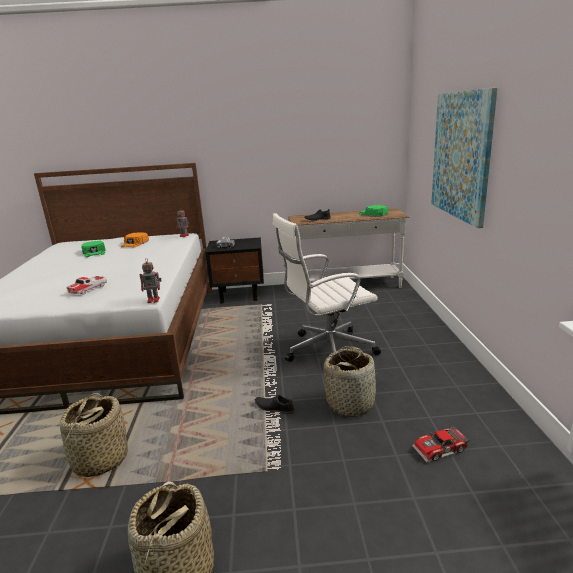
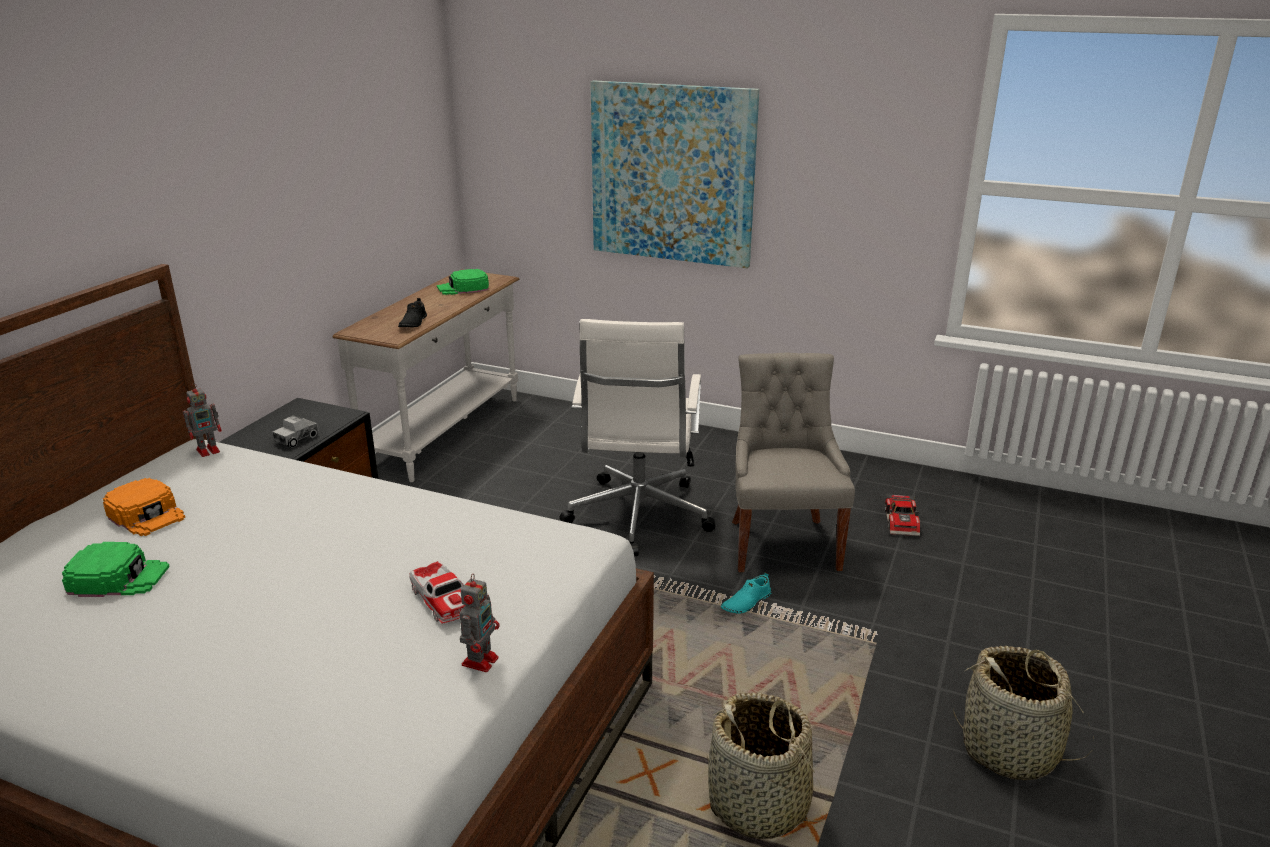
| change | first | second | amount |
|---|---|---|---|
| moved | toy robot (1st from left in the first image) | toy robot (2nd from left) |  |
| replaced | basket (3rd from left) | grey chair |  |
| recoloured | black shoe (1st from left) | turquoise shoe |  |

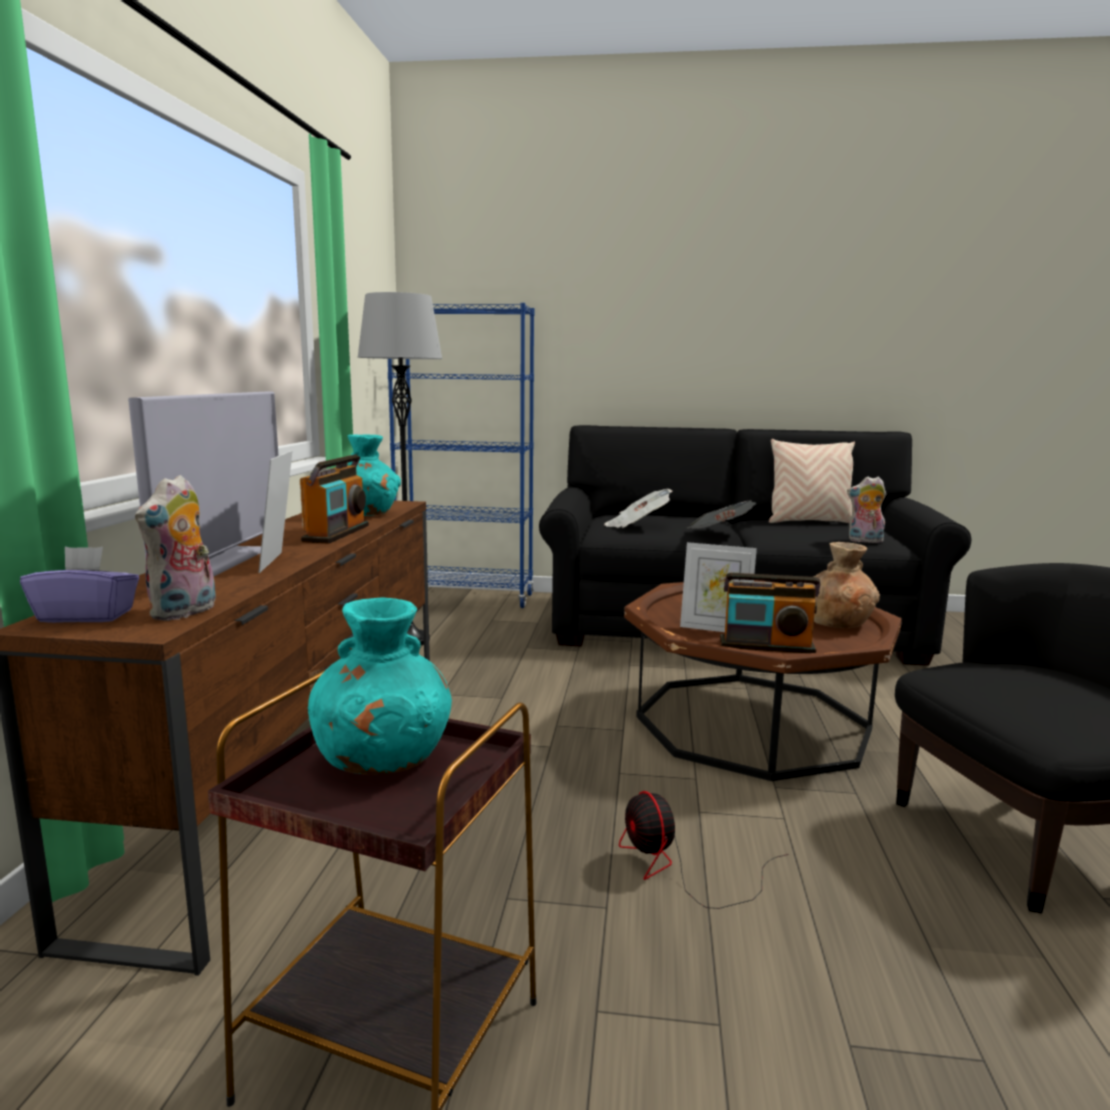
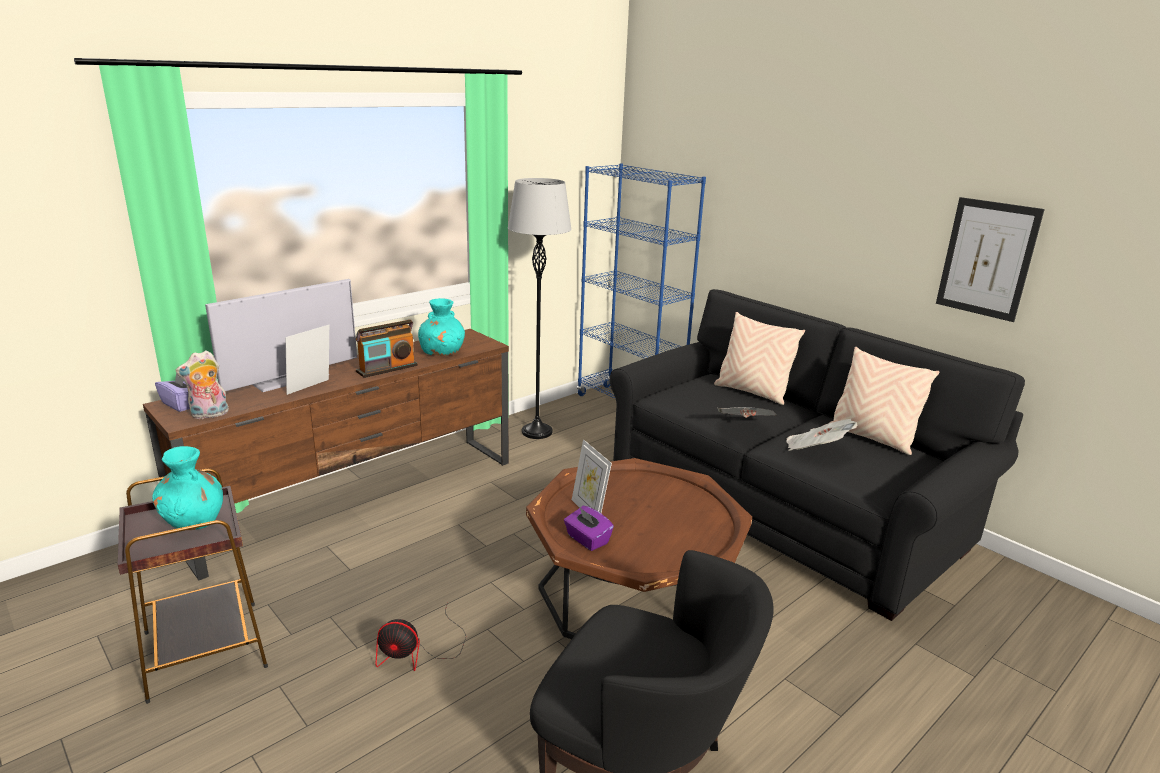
| change | first | second | amount |
|---|---|---|---|
| removed | brown vase |  |  |
| removed | plush toy (2nd from left) |  |  |
| added |  | beige pillow (1st from left) |  |
| added |  | picture |  |
| moved | newspaper (1st from left in the first image) | newspaper (2nd from left) |  |
| replaced | radio (2nd from left) | purple tissue box (2nd from left) |  |
| turned | fan |  | 105 degrees counterclockwise |

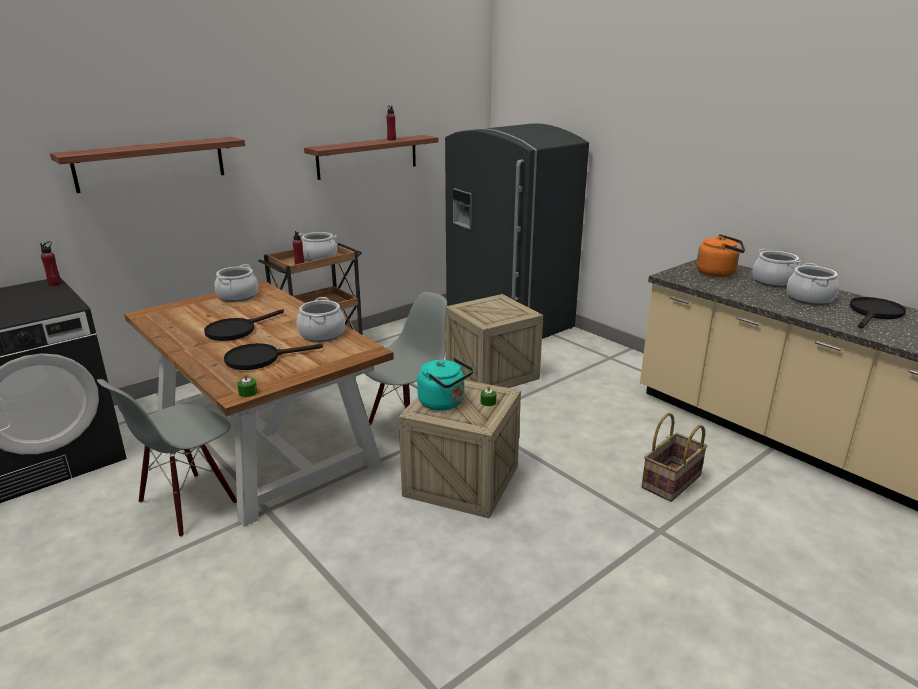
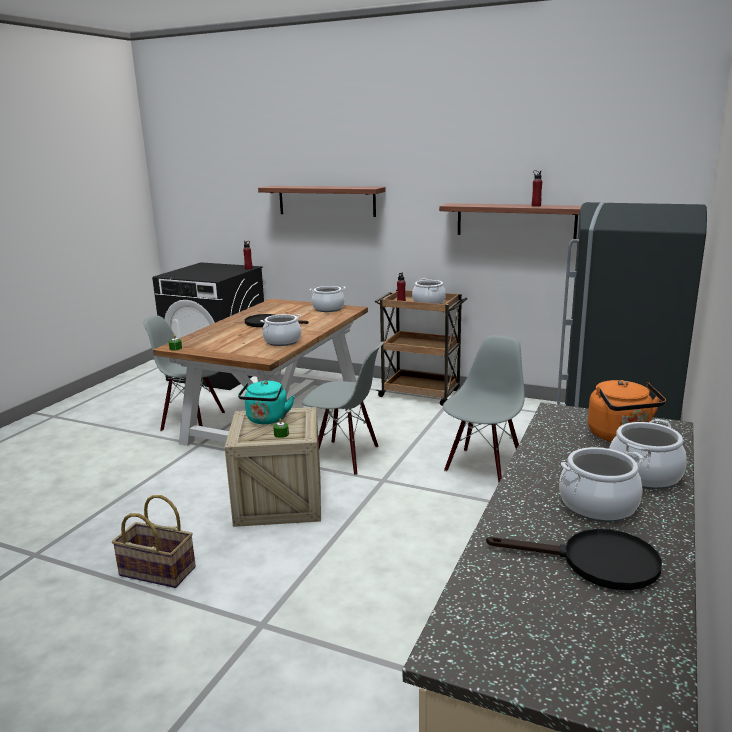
| change | first | second | amount |
|---|---|---|---|
| removed | black frying pan (2nd from left) |  |  |
| moved | basket |  |  |
| replaced | crate (2nd from left) | grey chair (3rd from left) |  |

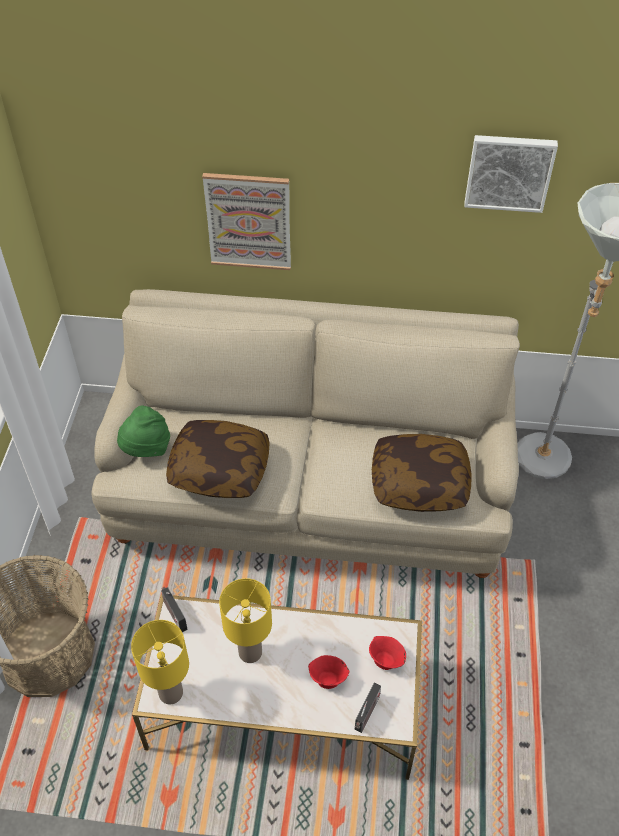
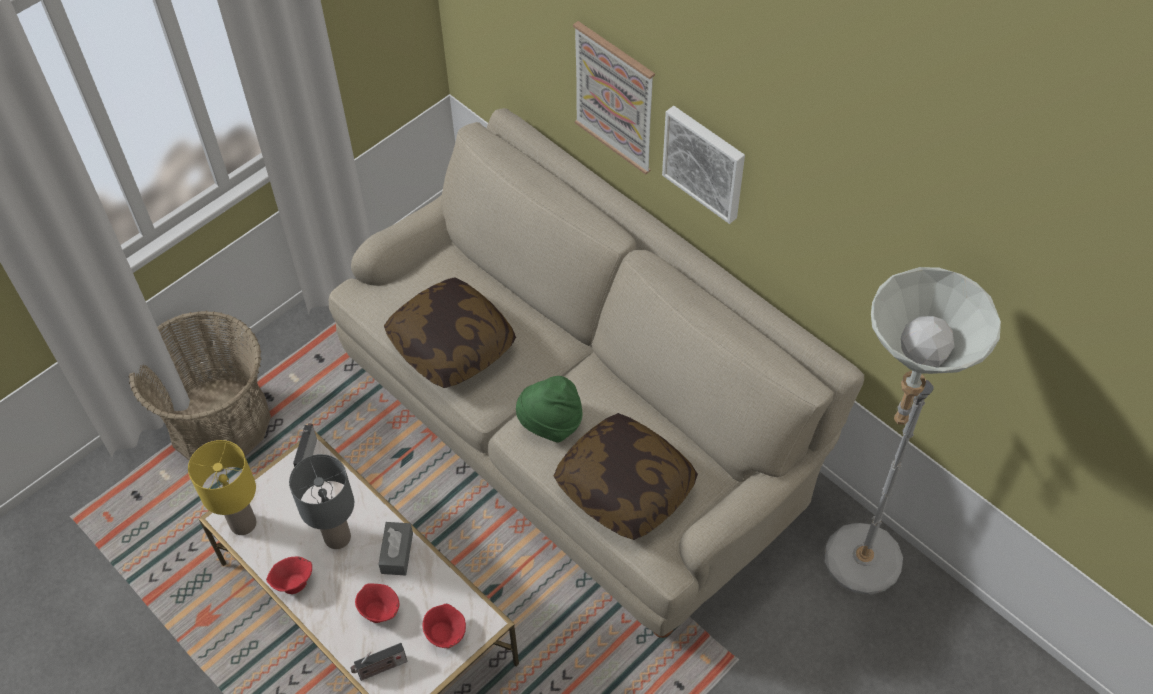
| change | first | second | amount |
|---|---|---|---|
| added |  | red bowl (1st from left) |  |
| added |  | grey tissue box |  |
| moved | green hat |  |  |
| moved | picture (2nd from left) |  |  |
| recoloured | yellow table lamp (2nd from left) | grey table lamp |  |

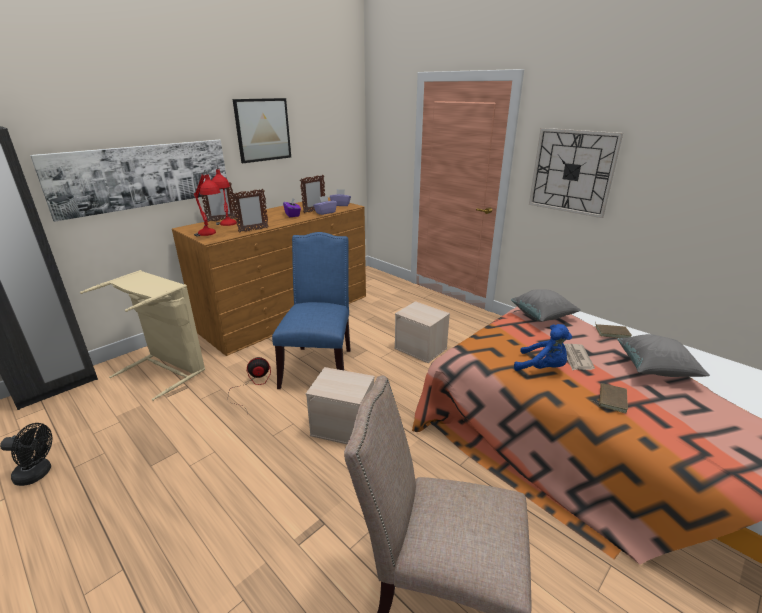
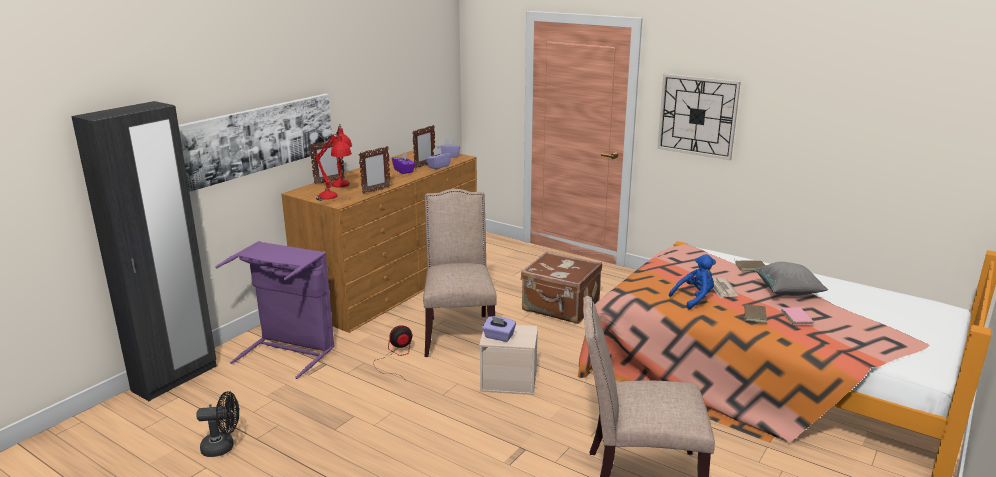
| change | first | second | amount |
|---|---|---|---|
| removed | picture (2nd from left) |  |  |
| removed | grey pillow (1st from left) |  |  |
| added |  | purple tissue box (4th from left) |  |
| added |  | pink book |  |
| replaced | beige storage box (2nd from left) | brown suitcase |  |
| recoloured | beige laundry basket | purple laundry basket |  |
| recoloured | blue chair | beige chair (1st from left) |  |
| turned | blue plush toy |  | 45 degrees counterclockwise |

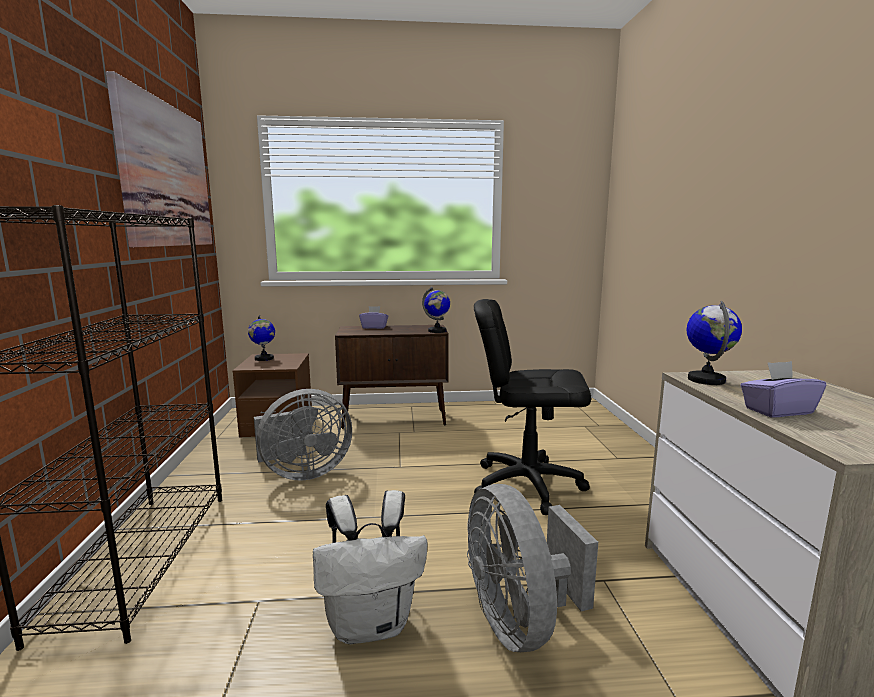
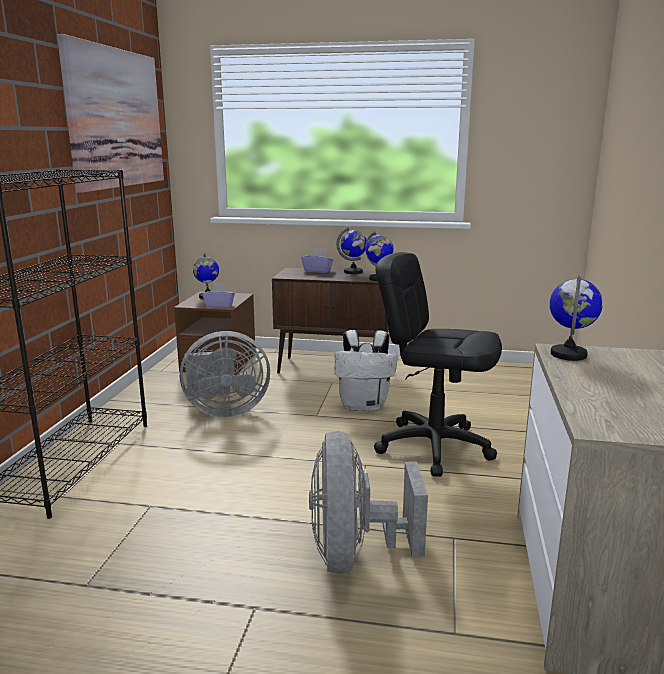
| change | first | second | amount |
|---|---|---|---|
| added |  | globe (2nd from left) |  |
| moved | white backpack |  |  |
| moved | purple tissue box (2nd from left in the first image) | purple tissue box (1st from left) |  |

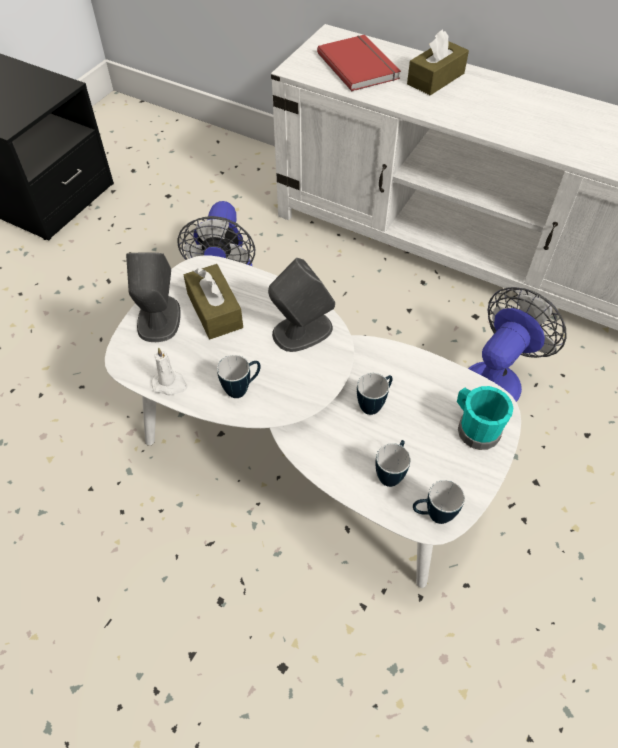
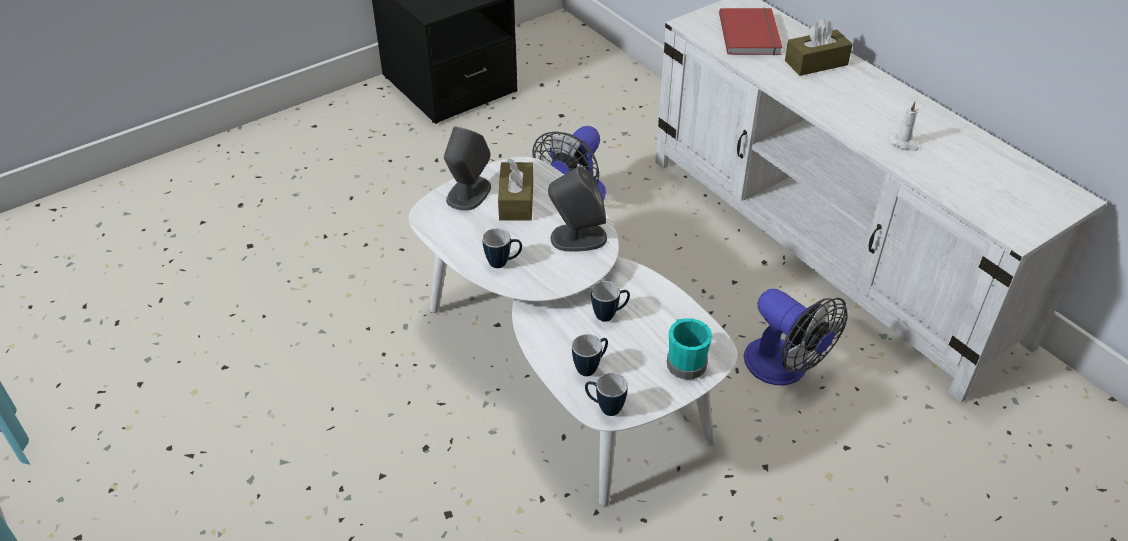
| change | first | second | amount |
|---|---|---|---|
| moved | white candle |  |  |
| turned | fan (2nd from left) |  | 75 degrees clockwise |

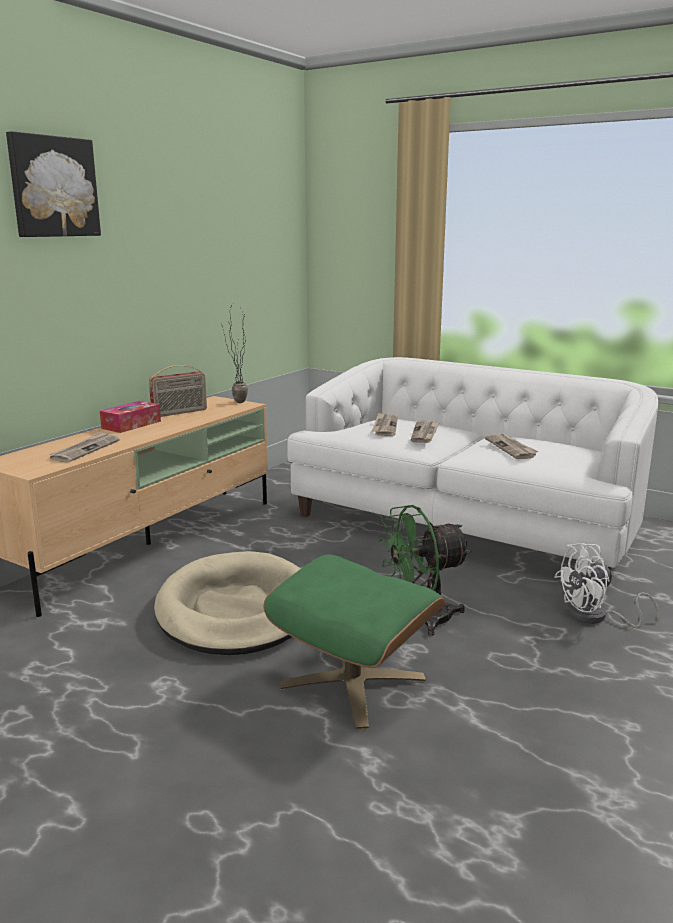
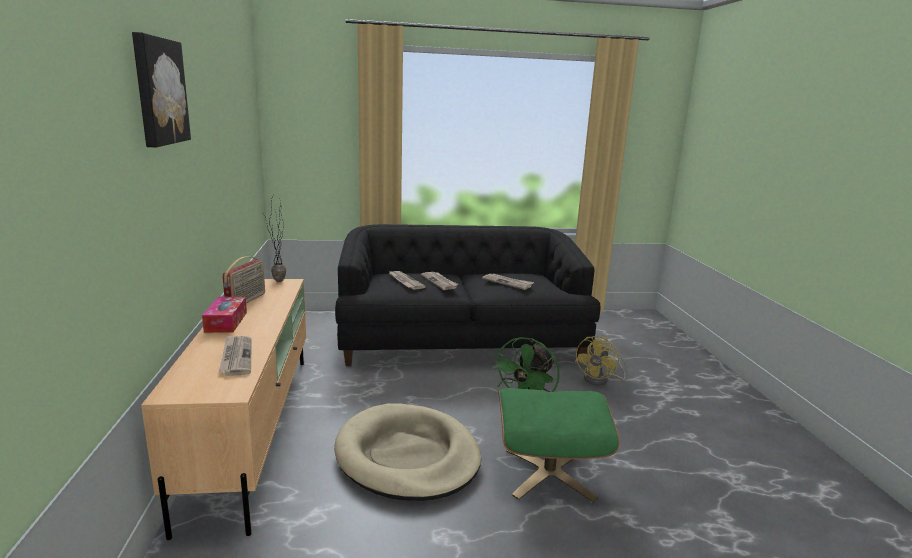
| change | first | second | amount |
|---|---|---|---|
| recoloured | white sofa | black sofa |  |
| recoloured | white fan | yellow fan |  |

